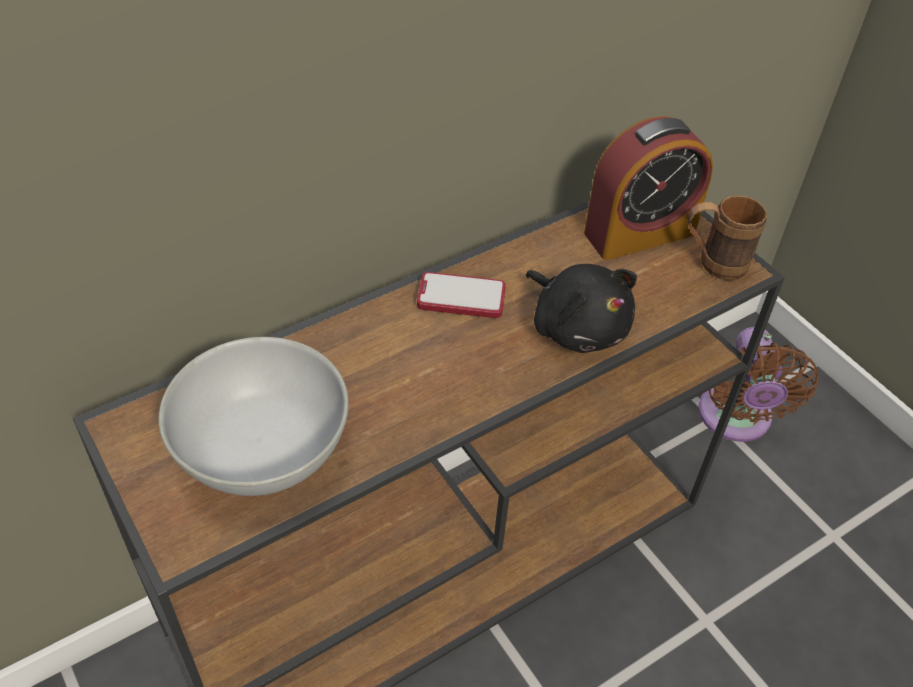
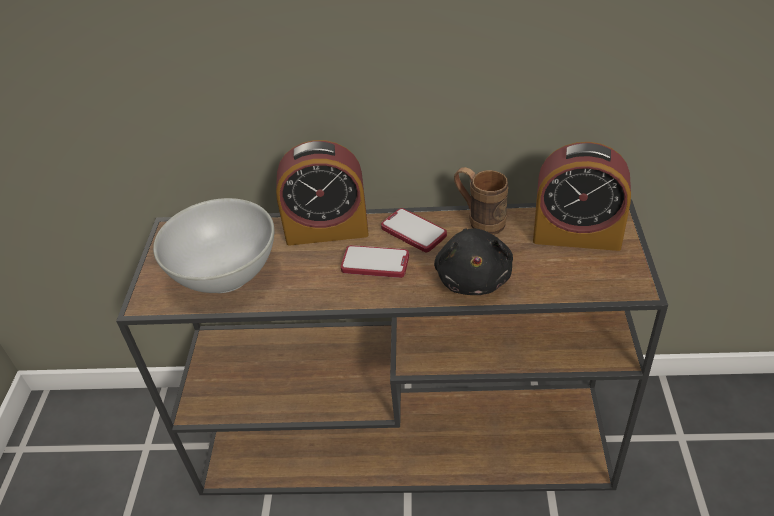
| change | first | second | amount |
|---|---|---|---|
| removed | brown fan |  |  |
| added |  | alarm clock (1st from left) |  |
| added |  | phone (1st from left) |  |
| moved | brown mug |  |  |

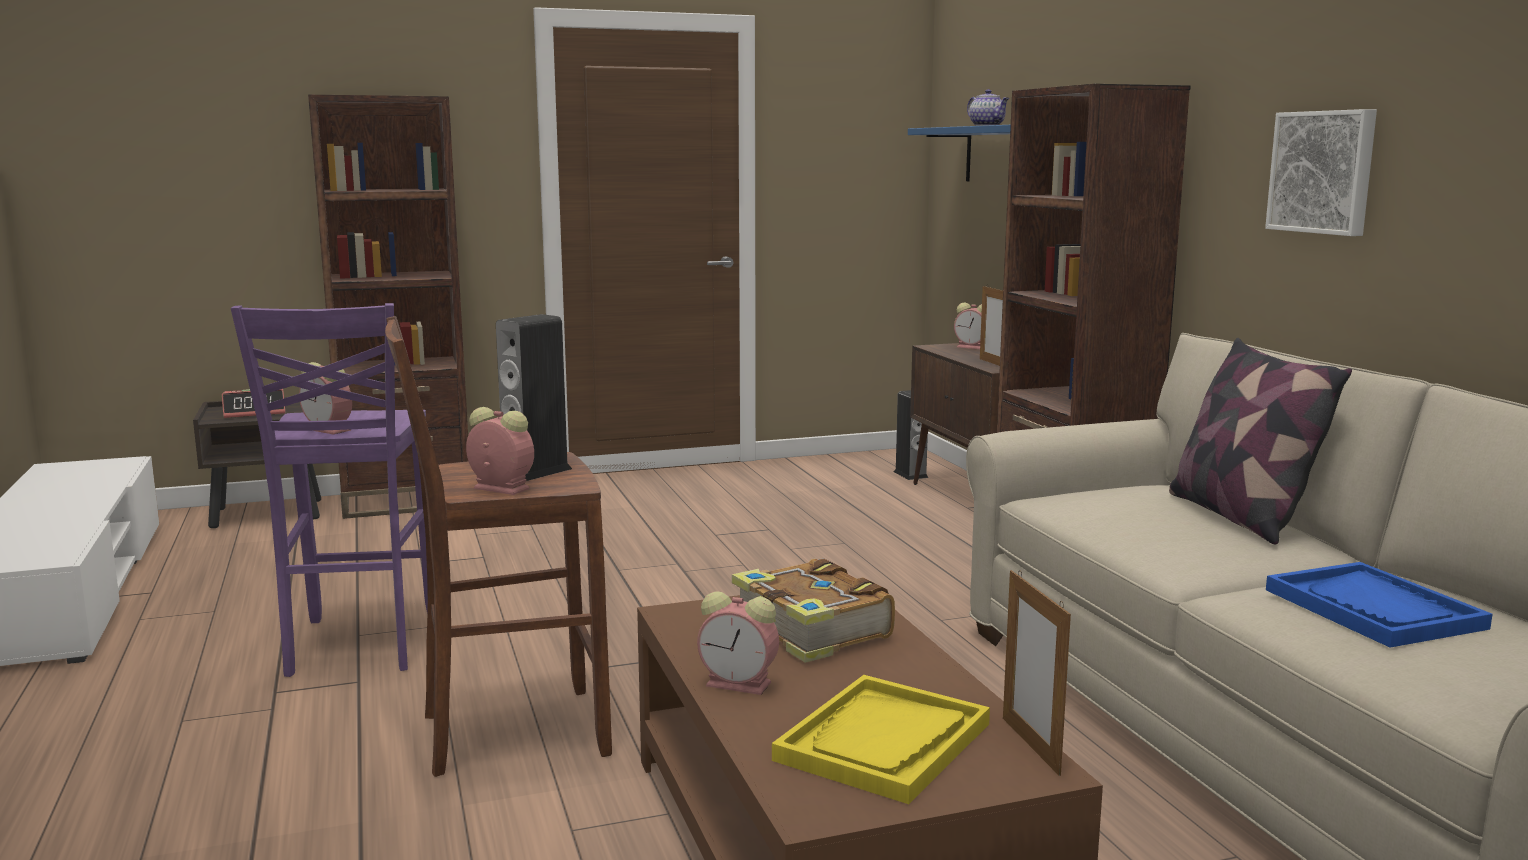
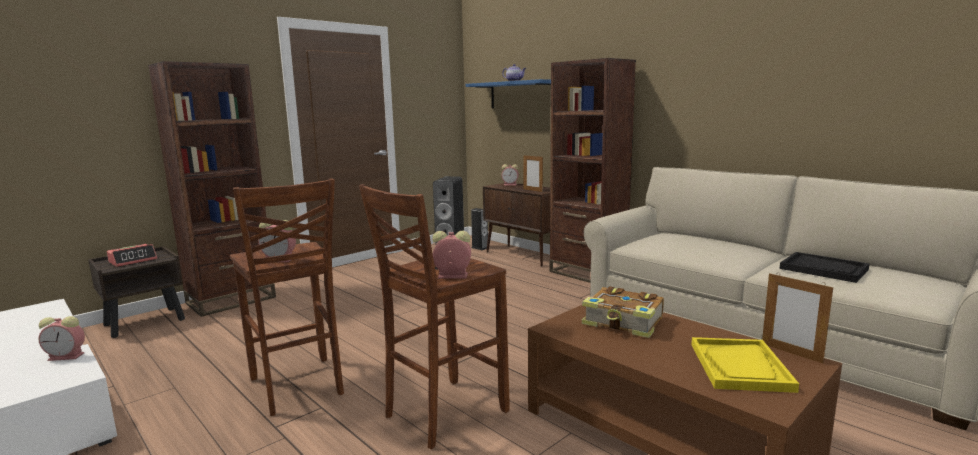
| change | first | second | amount |
|---|---|---|---|
| removed | pillow |  |  |
| removed | picture |  |  |
| moved | alarm clock (4th from left in the first image) | alarm clock (1st from left) |  |
| recoloured | purple stool | brown stool (1st from left) |  |
| recoloured | blue tray | black tray |  |

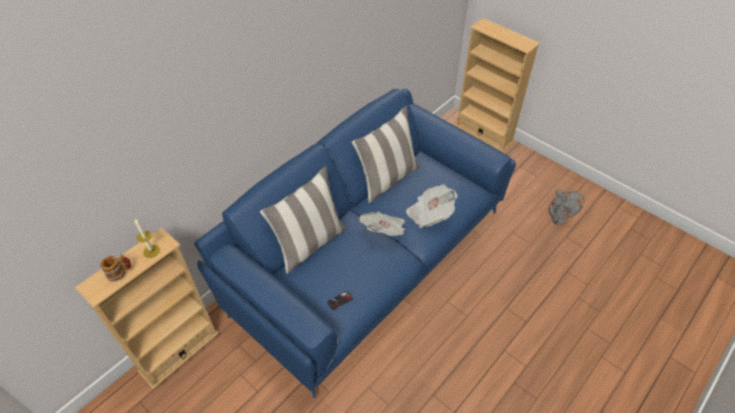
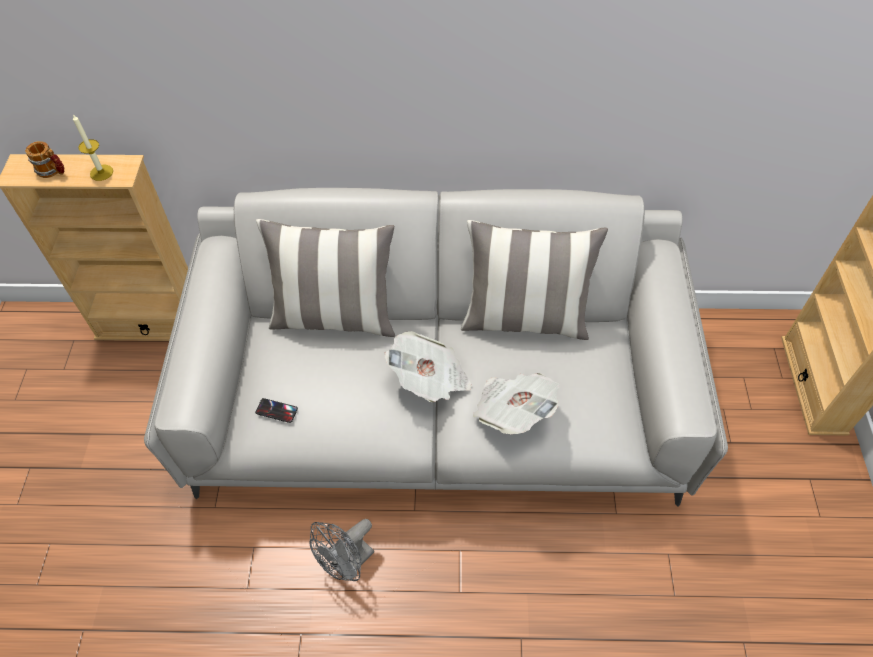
| change | first | second | amount |
|---|---|---|---|
| moved | grey fan |  |  |
| recoloured | blue sofa | grey sofa |  |

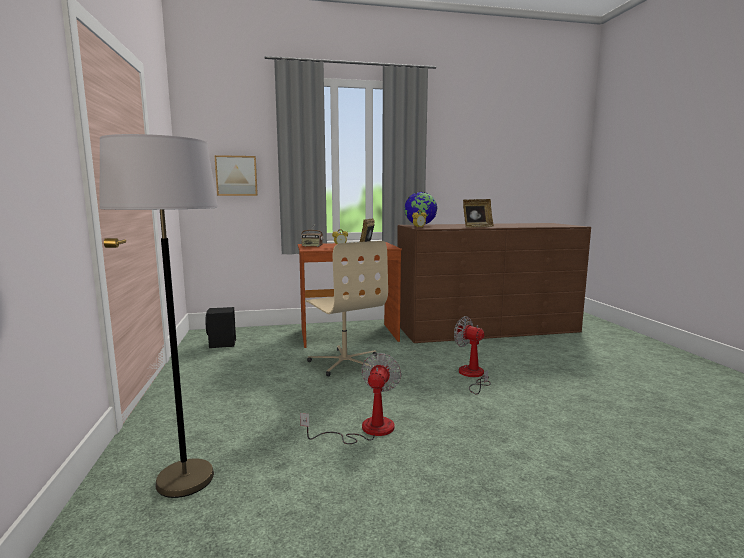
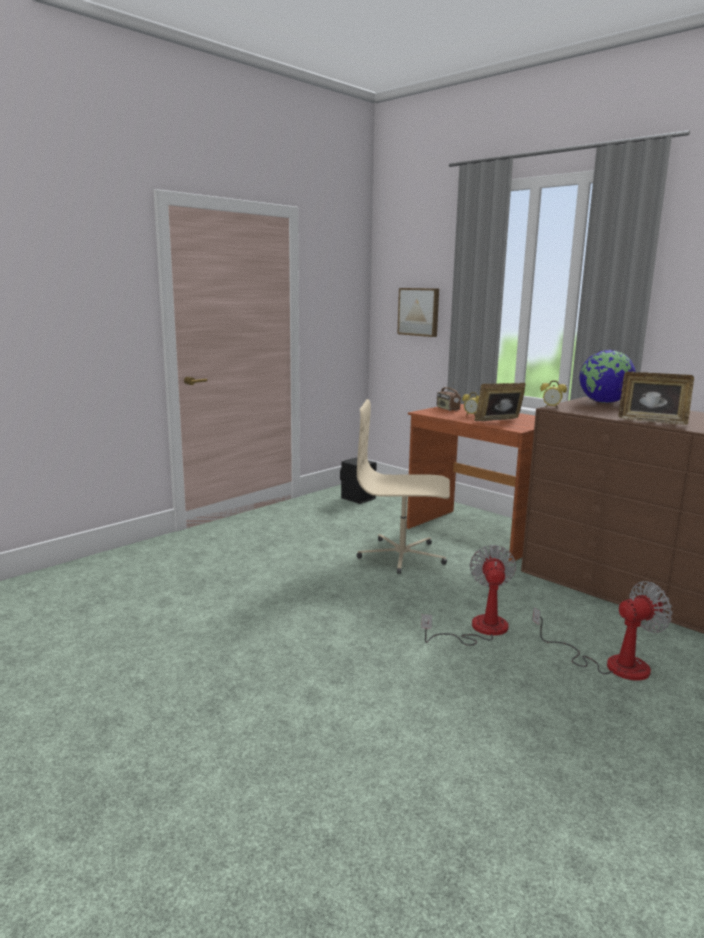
| change | first | second | amount |
|---|---|---|---|
| removed | grey floor lamp |  |  |
| moved | fan (1st from left in the first image) | fan (2nd from left) |  |
| turned | beige office chair |  | 75 degrees clockwise |

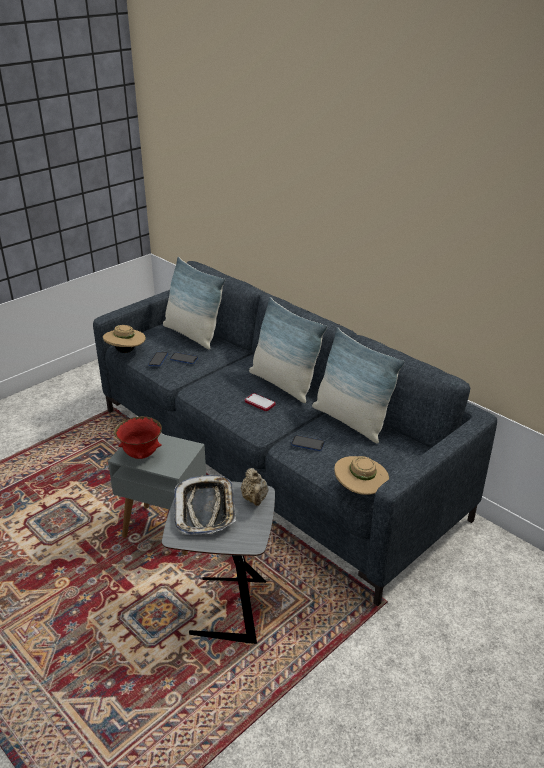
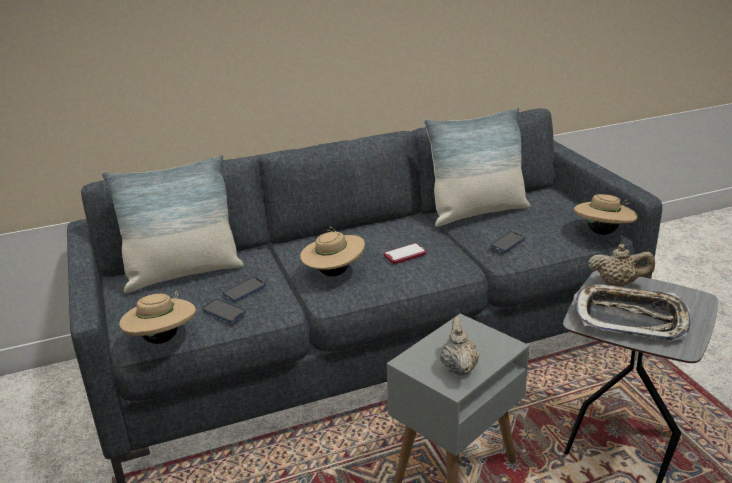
| change | first | second | amount |
|---|---|---|---|
| removed | pillow (2nd from left) |  |  |
| added |  | beige hat (2nd from left) |  |
| replaced | red bowl | beige teapot (1st from left) |  |

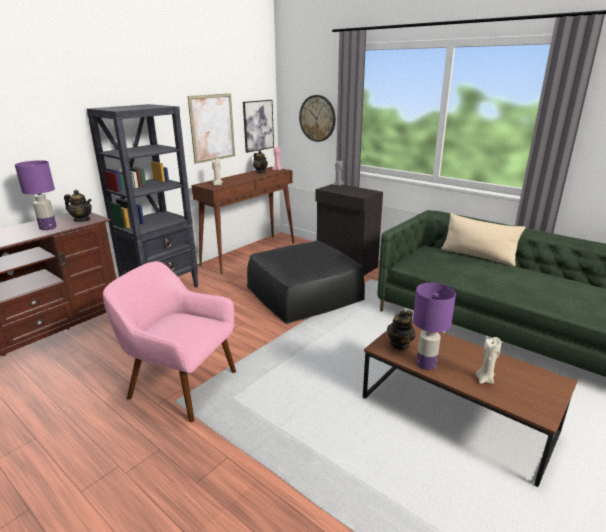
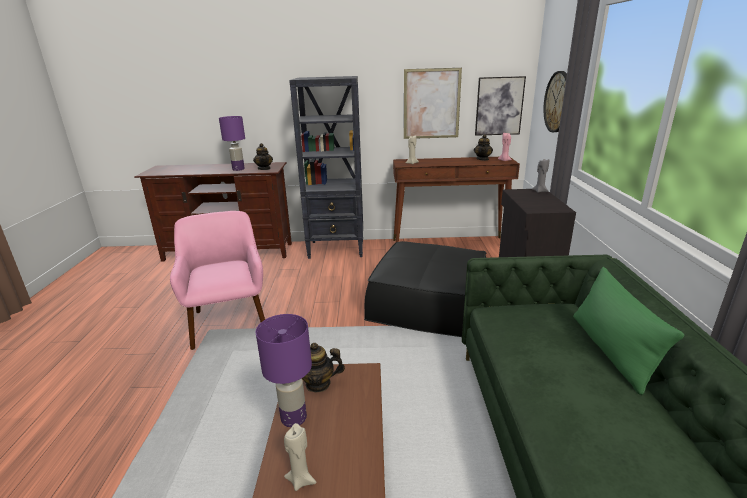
| change | first | second | amount |
|---|---|---|---|
| recoloured | beige pillow | green pillow |  |

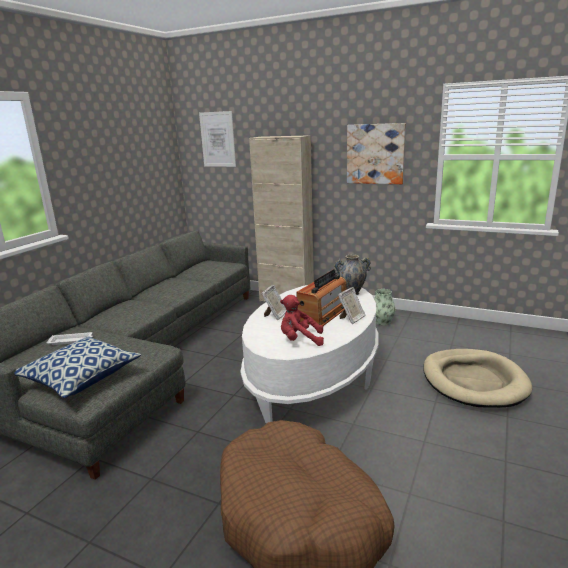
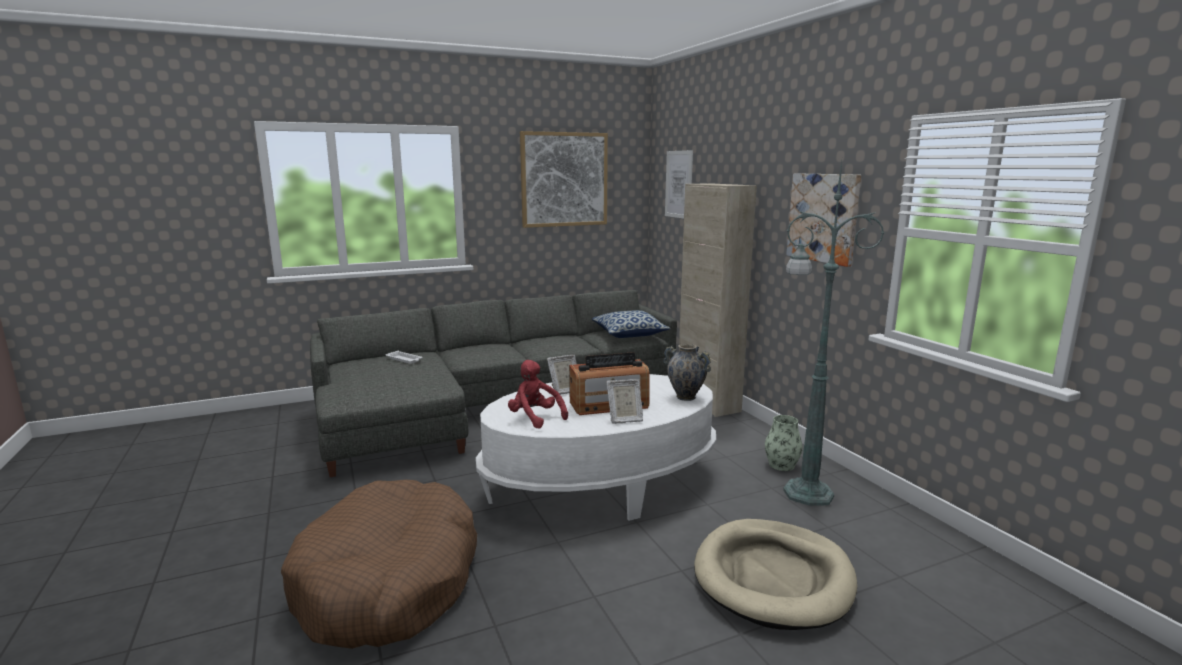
| change | first | second | amount |
|---|---|---|---|
| added |  | picture (1st from left) |  |
| added |  | green floor lamp |  |
| moved | pillow |  |  |

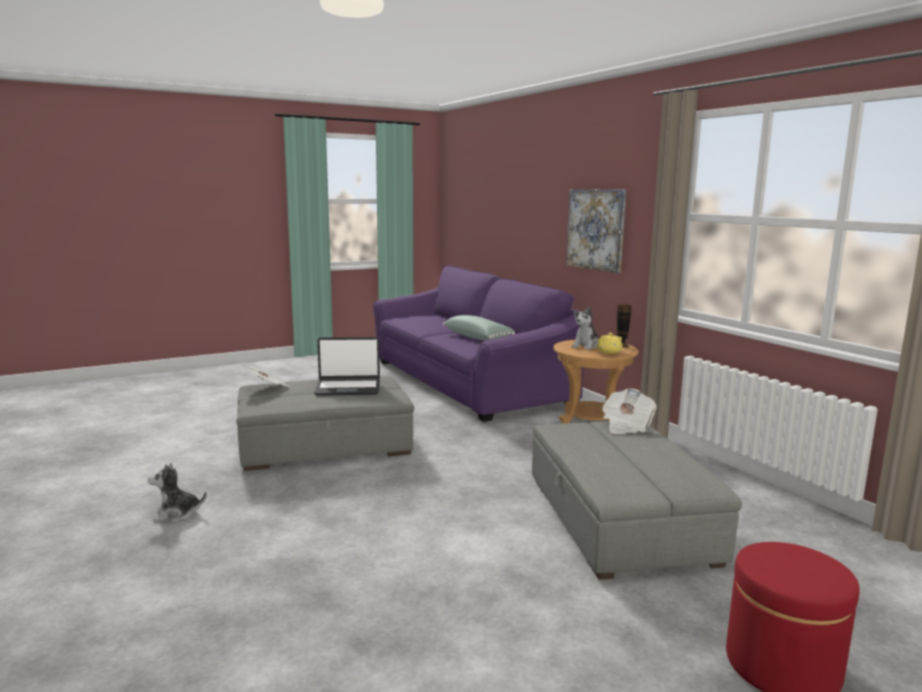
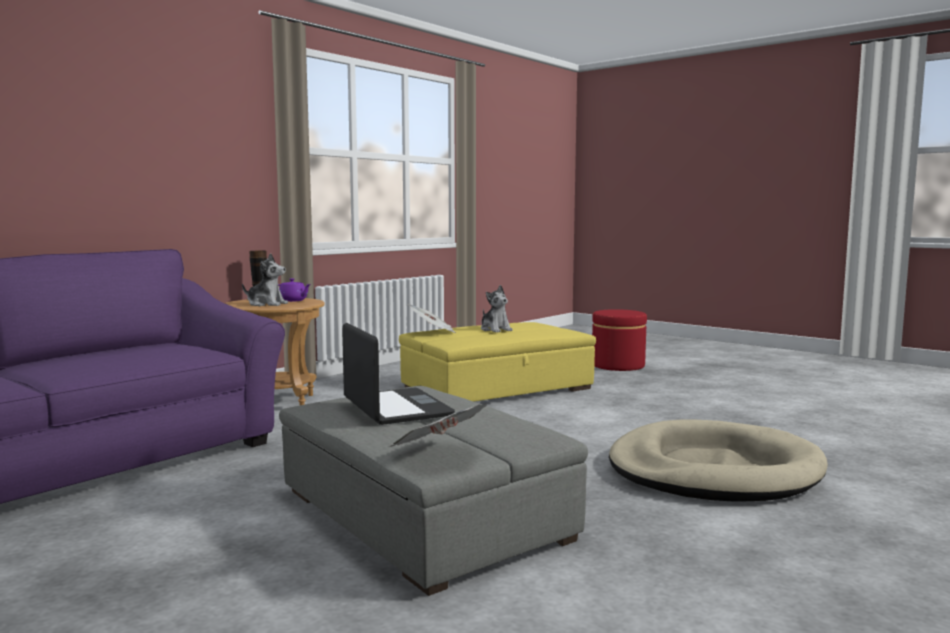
| change | first | second | amount |
|---|---|---|---|
| removed | green pillow |  |  |
| removed | picture |  |  |
| added |  | beige dog bed |  |
| moved | plush toy (1st from left in the first image) | plush toy (2nd from left) |  |
| recoloured | grey ottoman (2nd from left) | yellow ottoman |  |
| recoloured | yellow teapot | purple teapot |  |

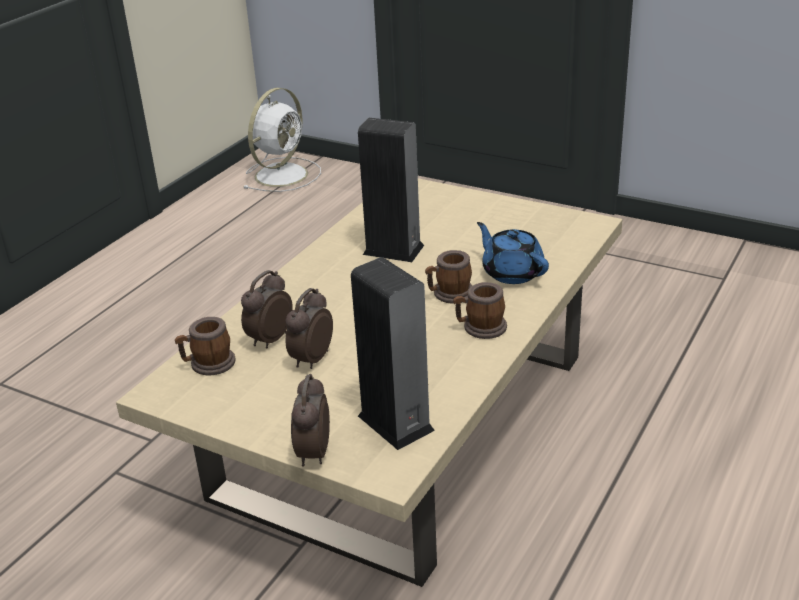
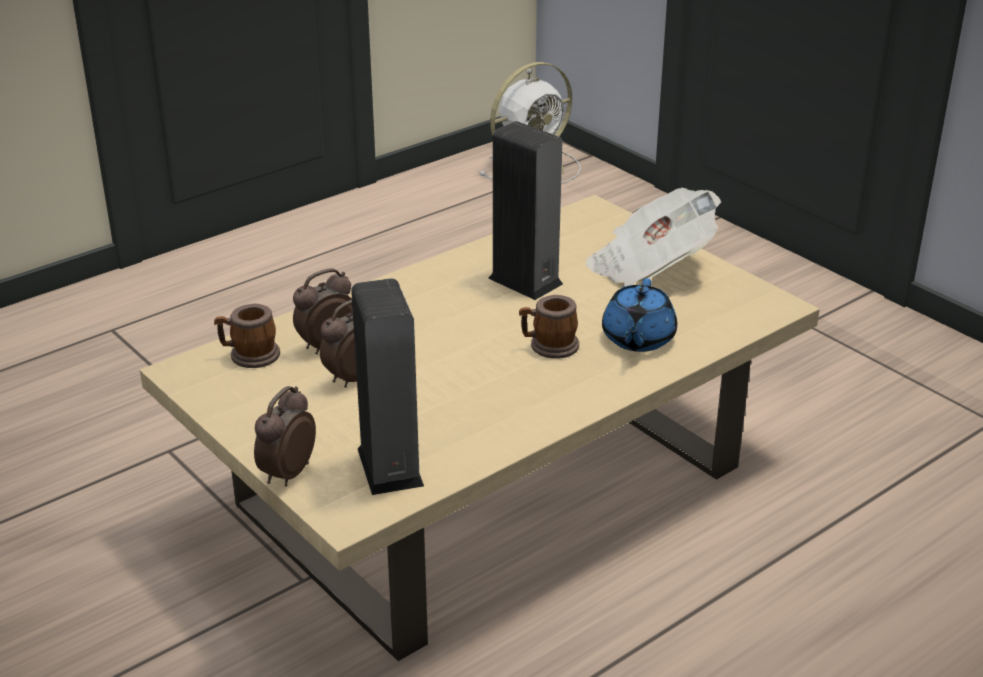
| change | first | second | amount |
|---|---|---|---|
| removed | mug (3rd from left) |  |  |
| added |  | newspaper |  |
| turned | blue teapot |  | 150 degrees counterclockwise |

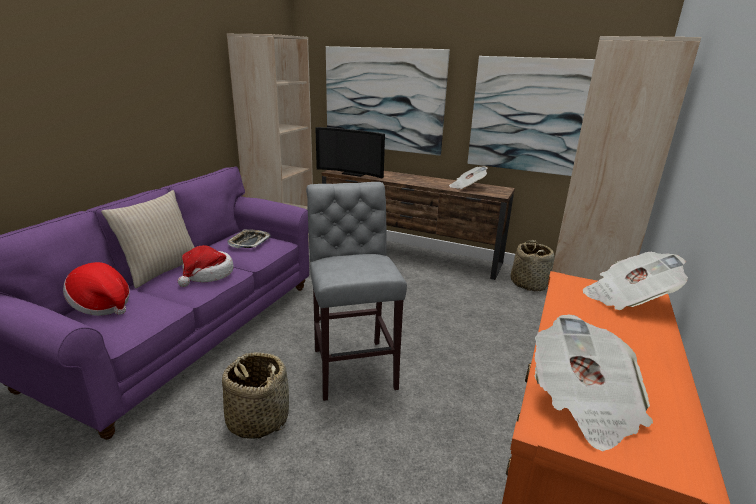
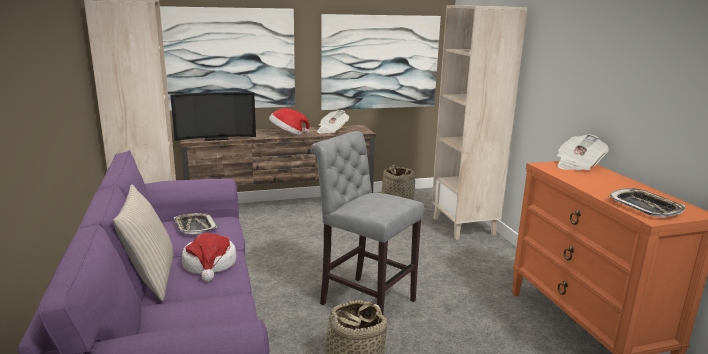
| change | first | second | amount |
|---|---|---|---|
| moved | hat (1st from left in the first image) | hat (2nd from left) |  |
| replaced | newspaper (2nd from left) | tray (2nd from left) |  |

